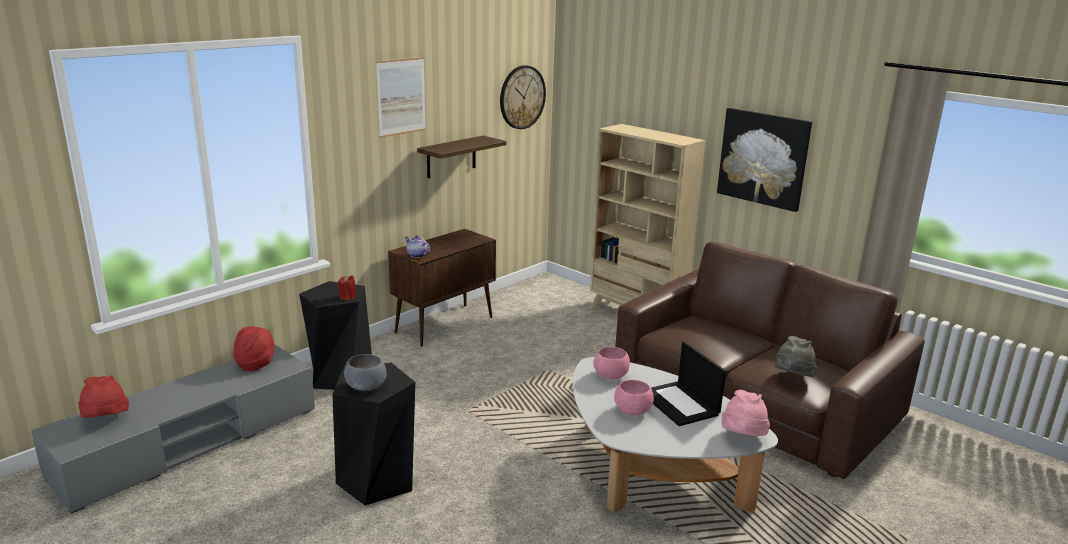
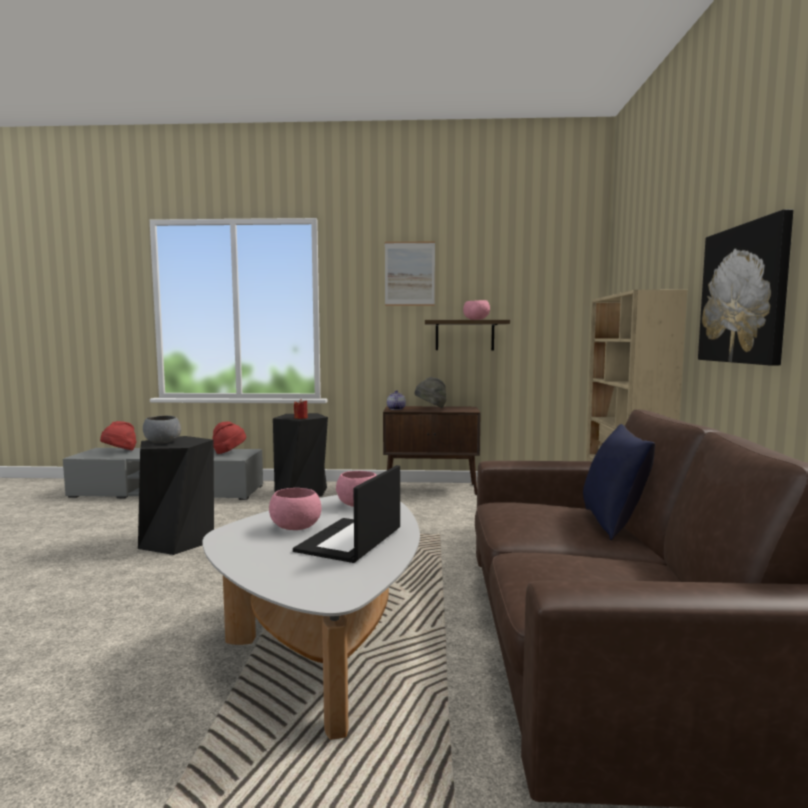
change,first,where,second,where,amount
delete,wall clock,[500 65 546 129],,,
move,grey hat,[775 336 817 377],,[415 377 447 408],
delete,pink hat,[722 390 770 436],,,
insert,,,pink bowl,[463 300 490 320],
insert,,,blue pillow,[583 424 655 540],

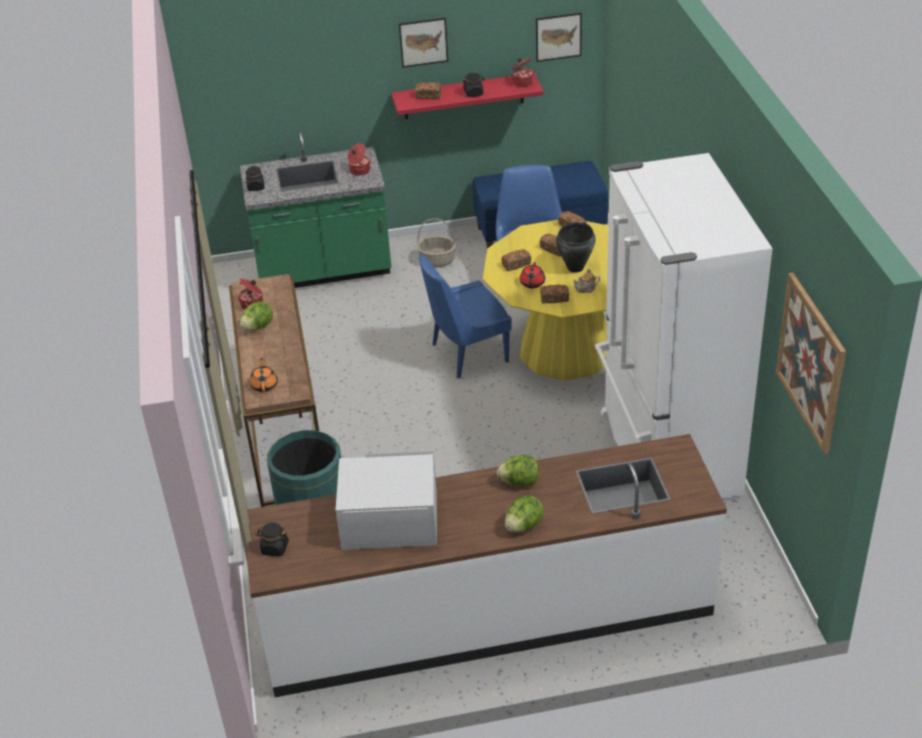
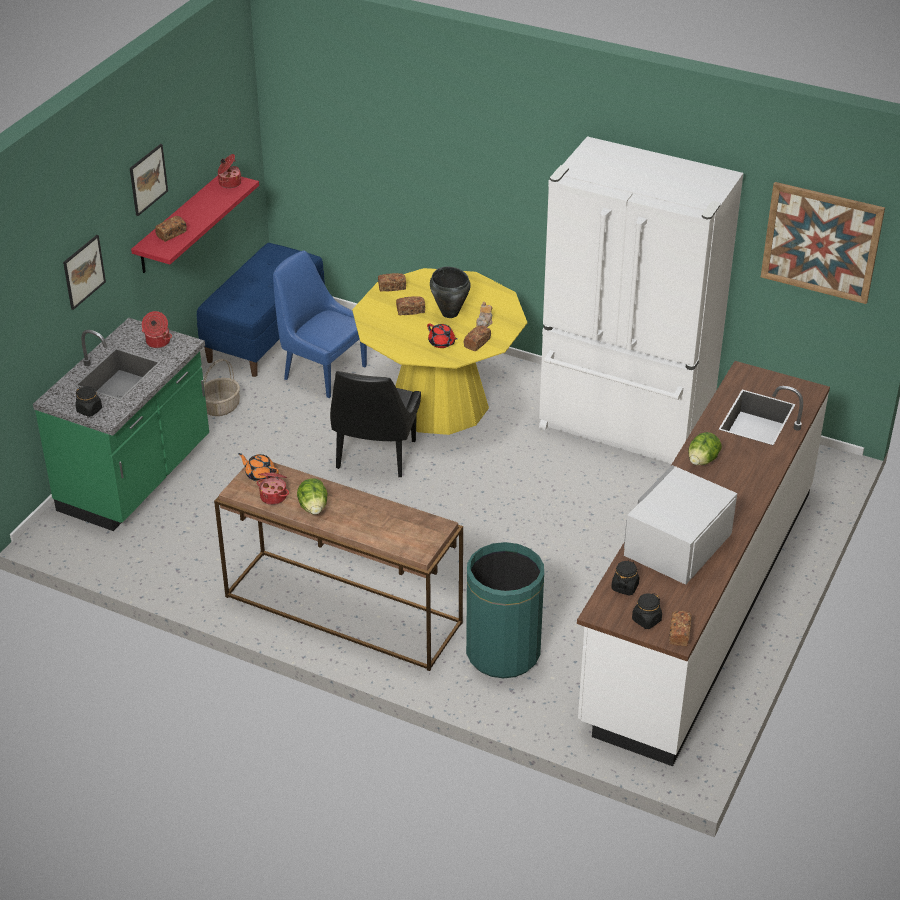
change,first,where,second,where,amount
move,picture,[536 12 582 62],,[63 235 106 310],
move,black jar,[463 73 485 97],,[611 560 639 596],
move,bread,[501 249 531 271],,[669 611 692 647],
recolor,blue chair,[419 254 512 379],black chair,[330 371 421 477],
move,orange teapot,[250 358 278 392],,[238 453 279 482],
delete,lettuce,[505 495 544 532],,,

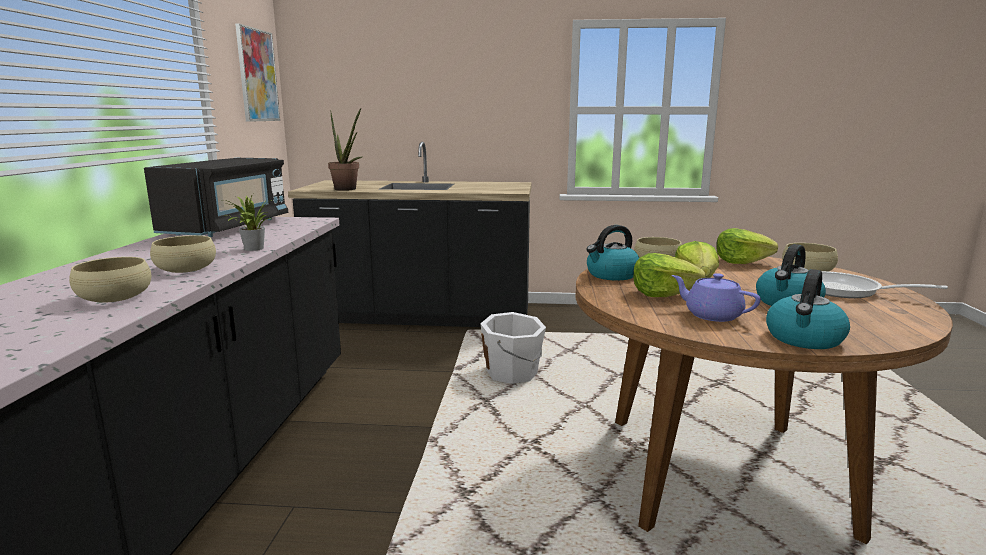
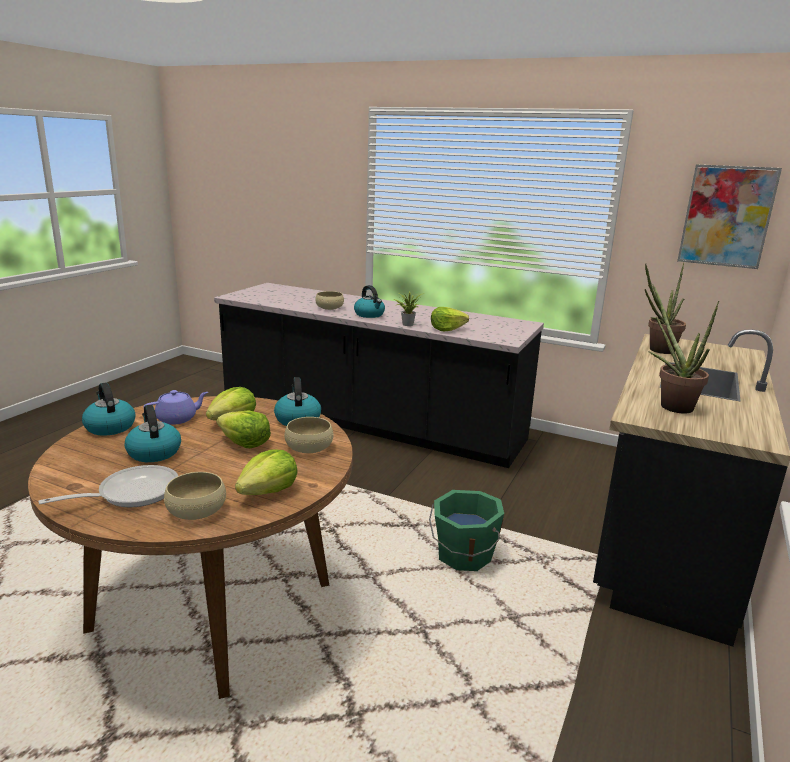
change,first,where,second,where,amount
delete,black microwave,[144 158 288 237],,,
replace,beige bowl,[150 235 216 273],kettle,[354 285 385 318],
recolor,white bucket,[480 312 546 384],green bucket,[429 490 504 571],
insert,,,potted plant,[649 284 719 414],
insert,,,lettuce,[431 307 469 332],

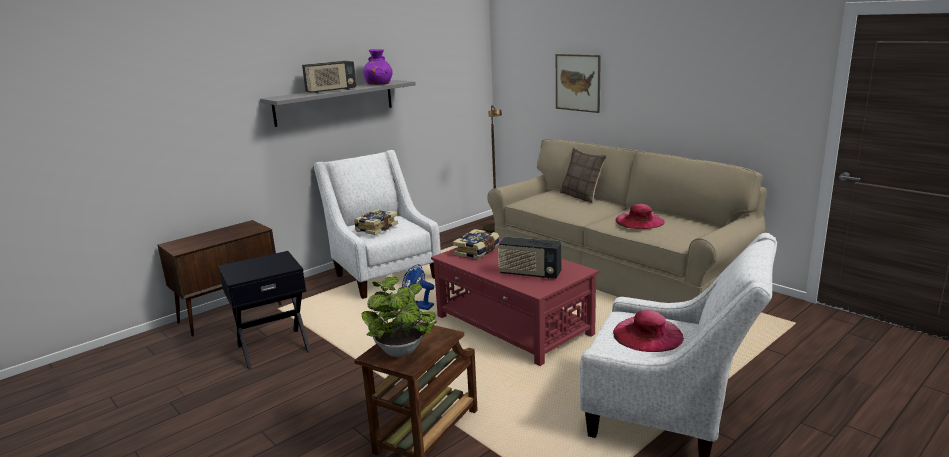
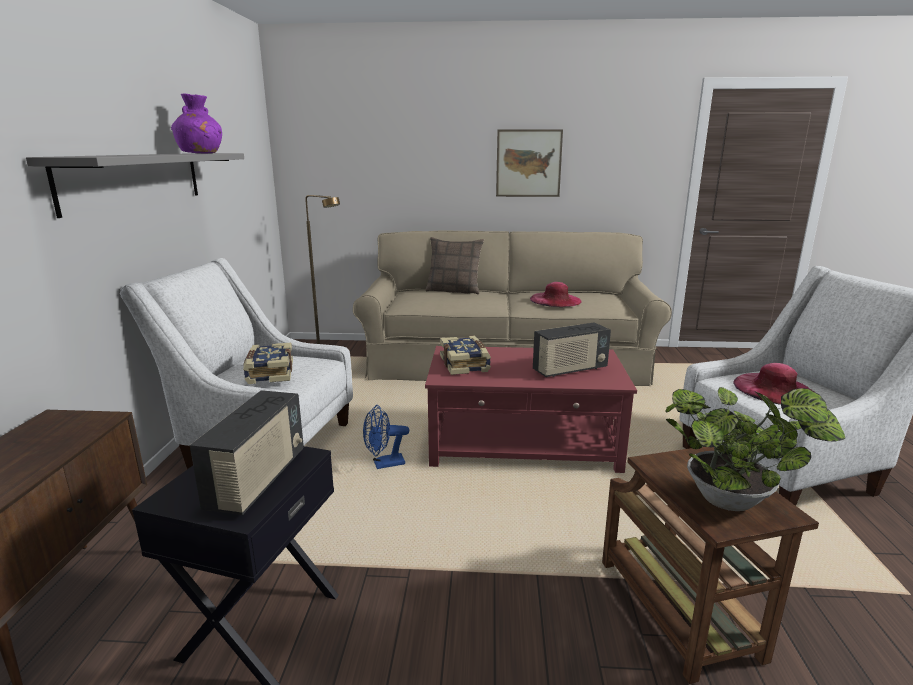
change,first,where,second,where,amount
move,picture,[556 54 601 113],,[496 129 563 197],
move,radio,[302 61 356 93],,[190 390 304 515],

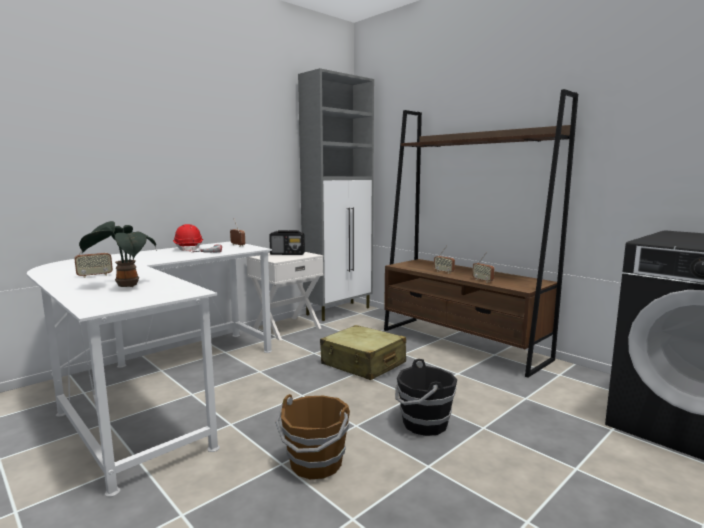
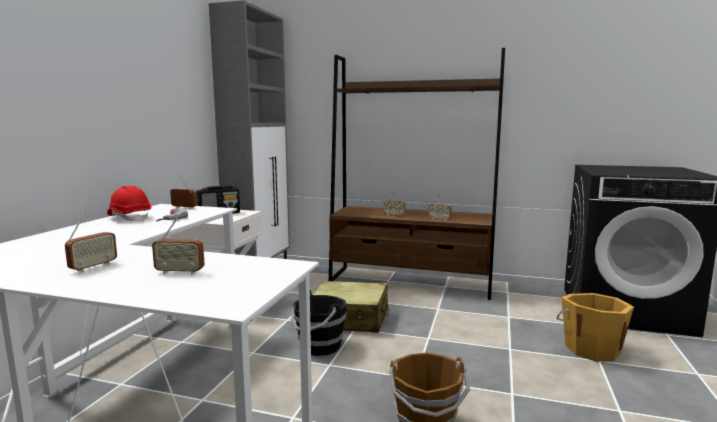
change,first,where,second,where,amount
replace,potted plant,[79 221 157 287],radio,[152 214 205 275],
move,black bucket,[395 359 457 436],,[291 290 347 356],
insert,,,orange bucket,[557 293 634 362],

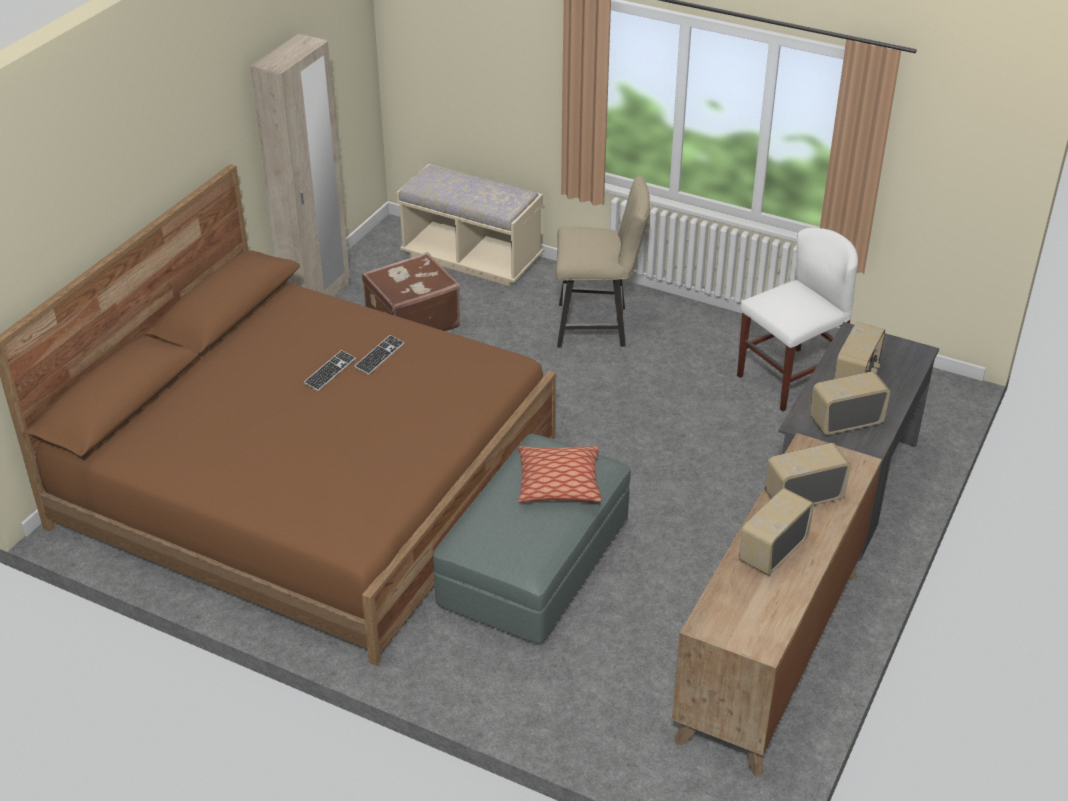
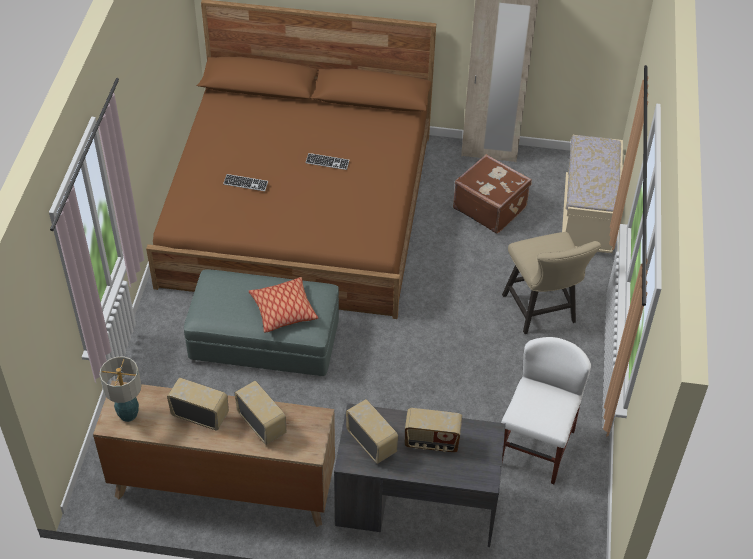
change,first,where,second,where,amount
rotate,white chair,[737 228 858 412],,[501 337 591 484],105 degrees counterclockwise
move,keyboard,[354 335 404 375],,[223 174 268 191],
insert,,,table lamp,[99 356 141 422],

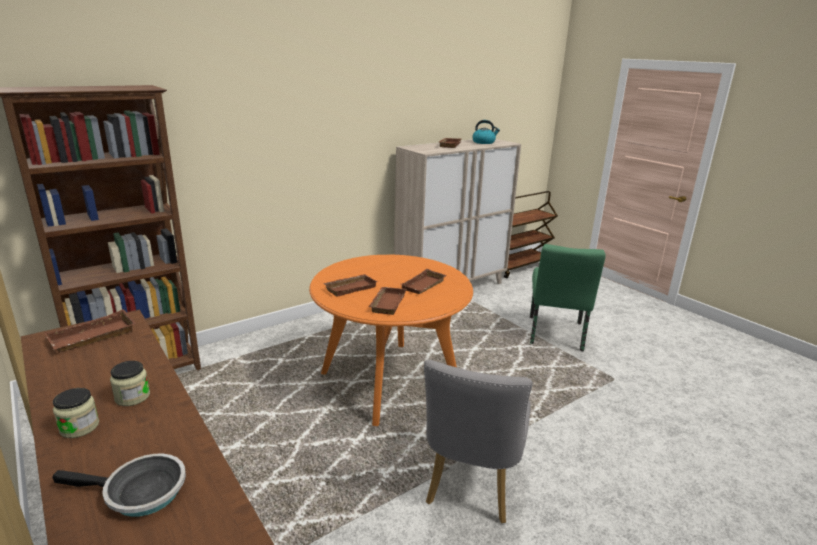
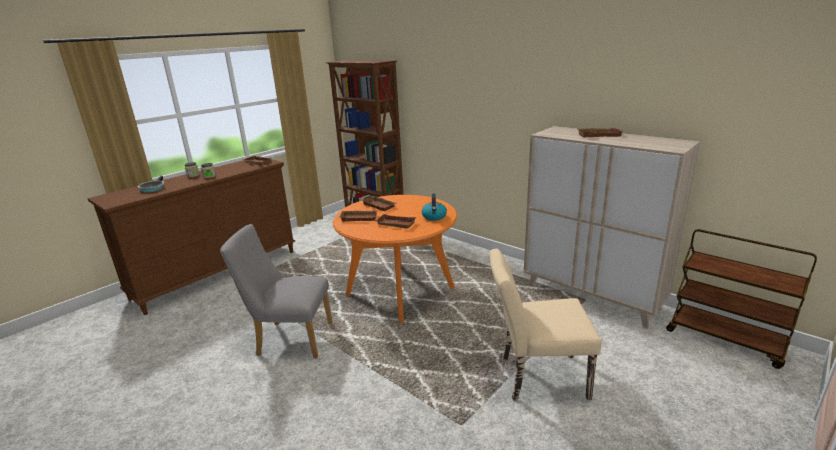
change,first,where,second,where,amount
move,kettle,[472 120 500 144],,[421 193 447 221],
recolor,green chair,[530 244 605 351],beige chair,[490 249 601 400],

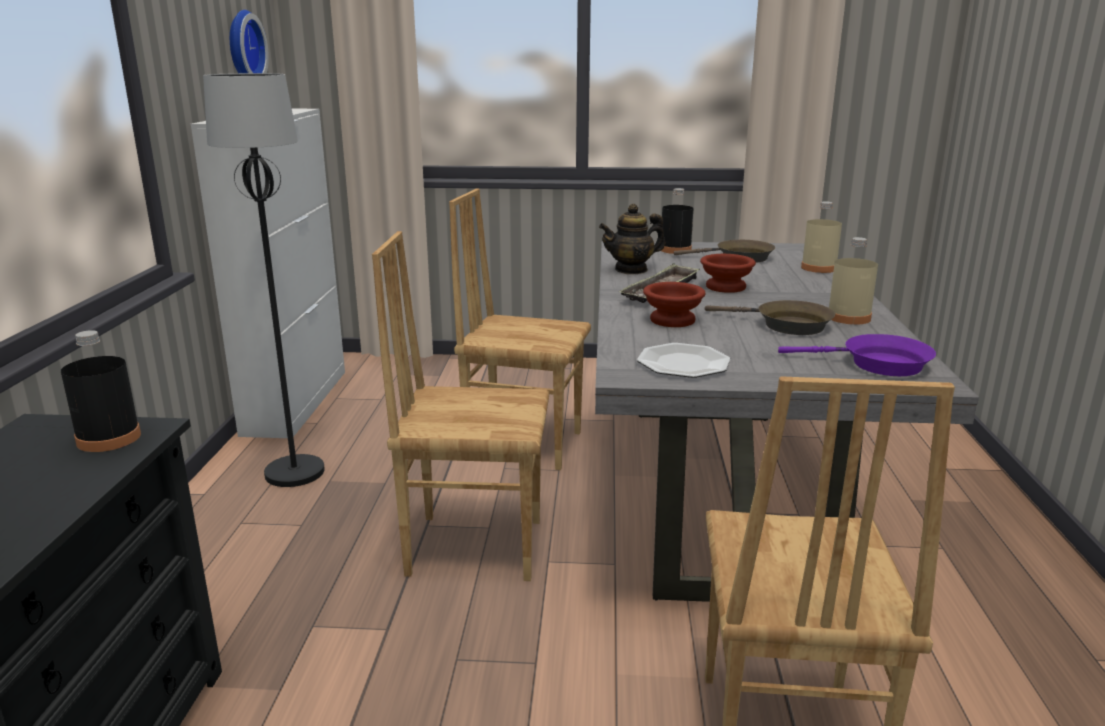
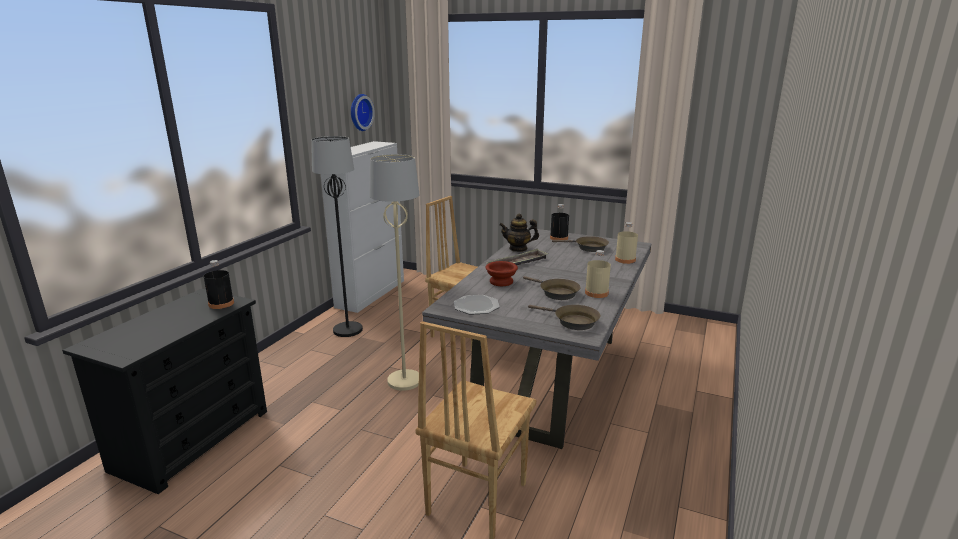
change,first,where,second,where,amount
replace,brown chair,[372 231 549 581],beige floor lamp,[369 154 419 391],
delete,brown bowl,[700 254 756 293],,,
recolor,purple frying pan,[778 334 936 376],brown frying pan,[528 305 600 330],

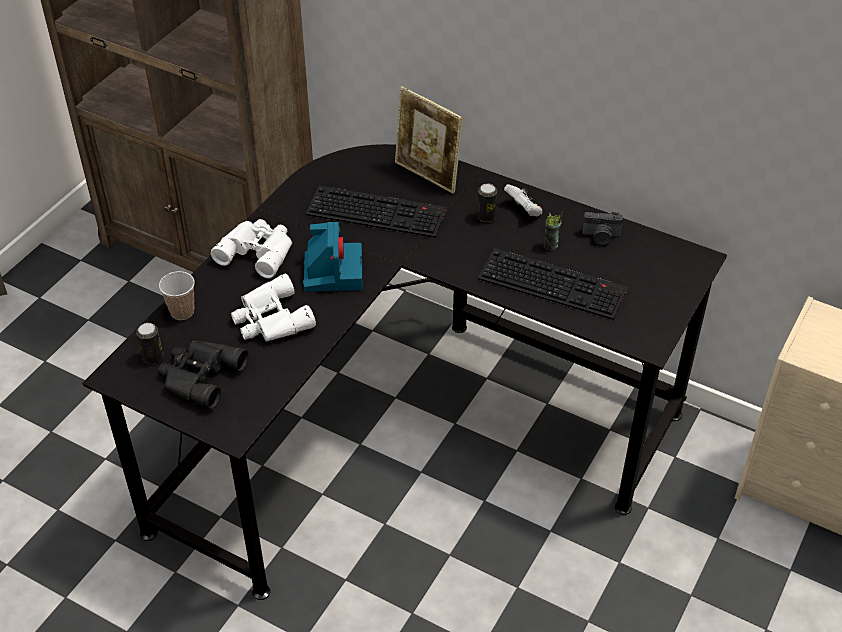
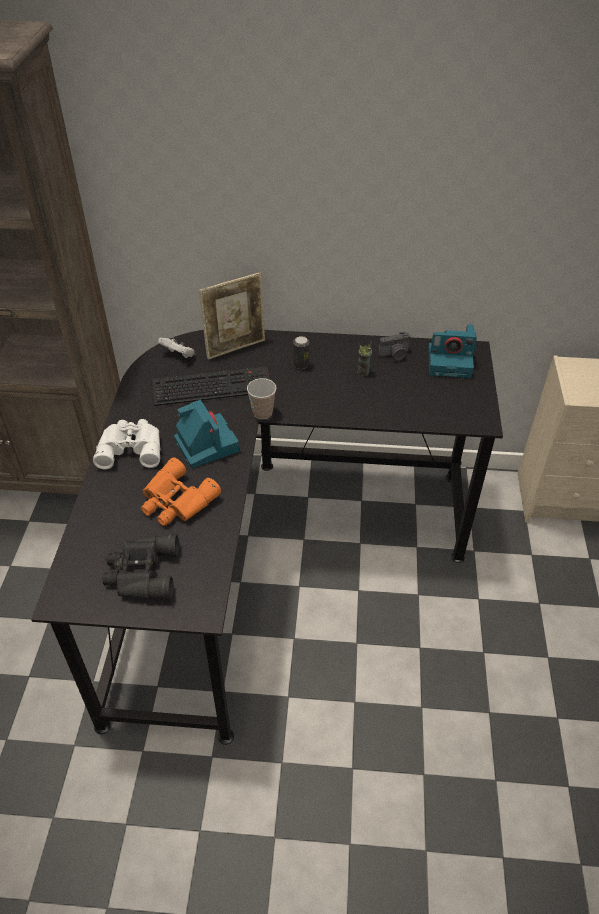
change,first,where,second,where,amount
rotate,picture frame,[395 86 463 194],,[199 272 265 360],45 degrees counterclockwise
move,white game controller,[504 184 543 216],,[158 338 195 358],
delete,keyboard,[478 248 628 320],,,
move,cup,[159 271 195 320],,[247 378 276 419],
recolor,white binoculars,[231 273 316 341],orange binoculars,[141 457 221 526],
delete,can,[136 323 164 364],,,
insert,,,photo camera,[429 324 477 378],

